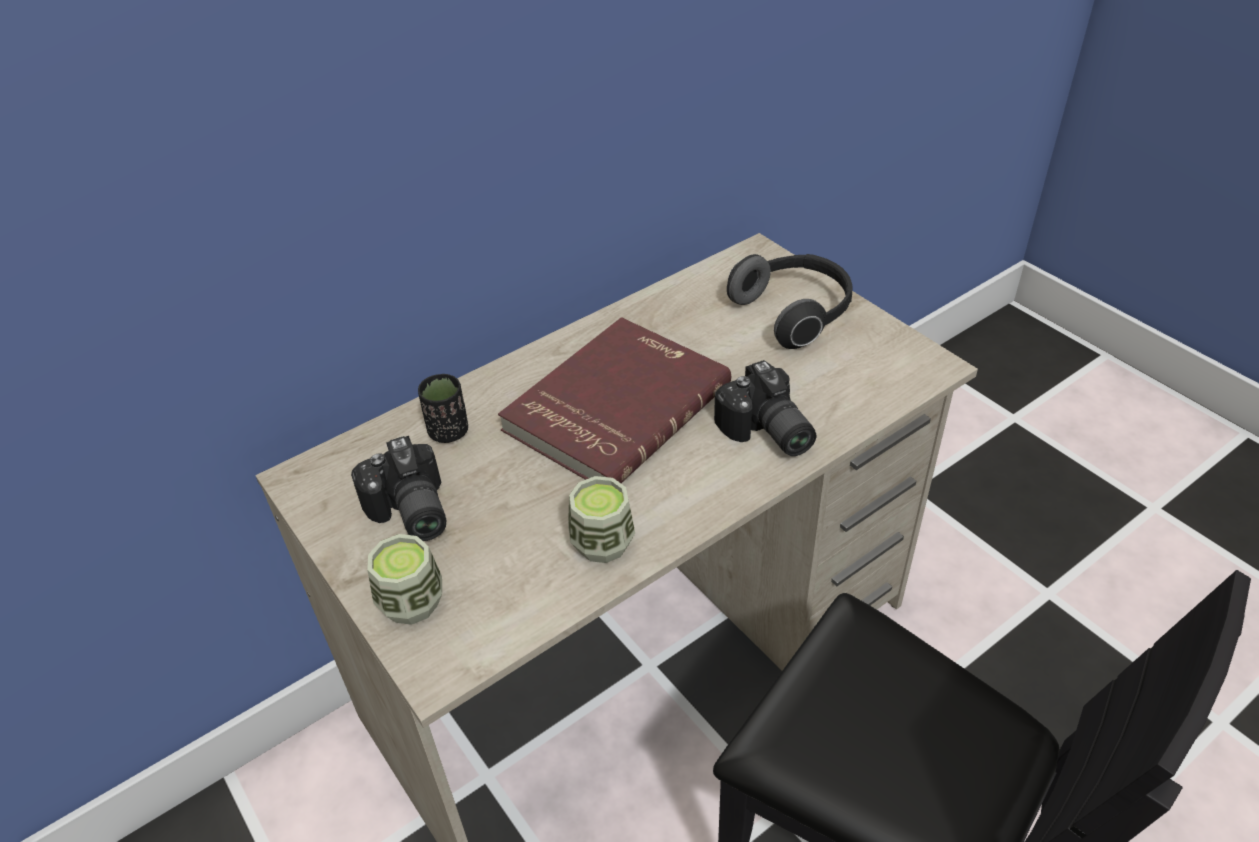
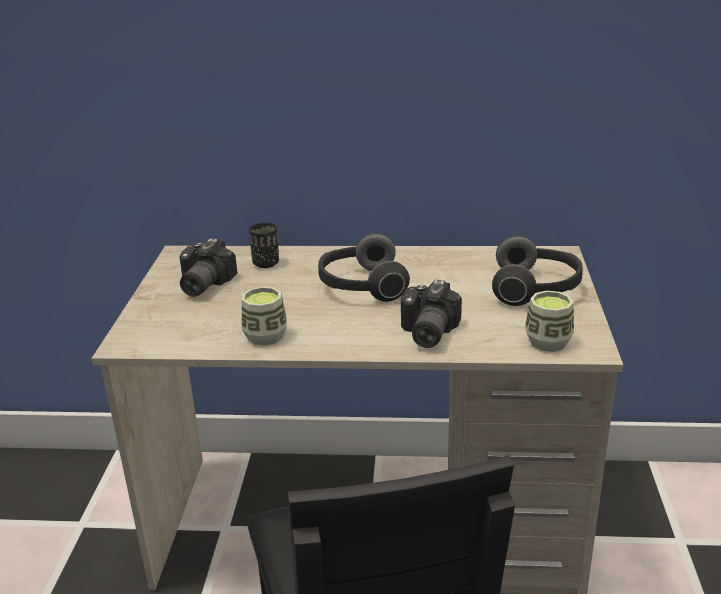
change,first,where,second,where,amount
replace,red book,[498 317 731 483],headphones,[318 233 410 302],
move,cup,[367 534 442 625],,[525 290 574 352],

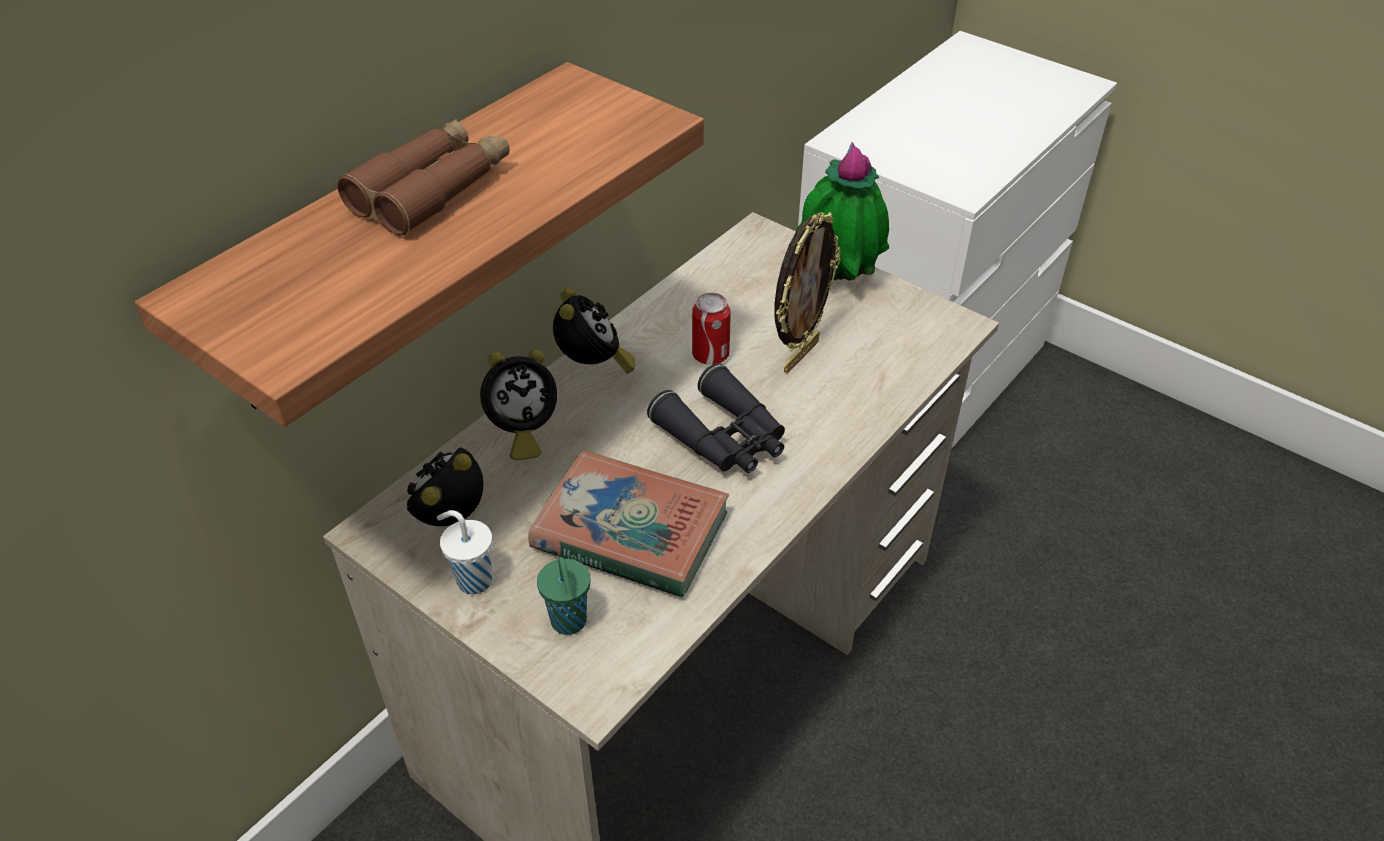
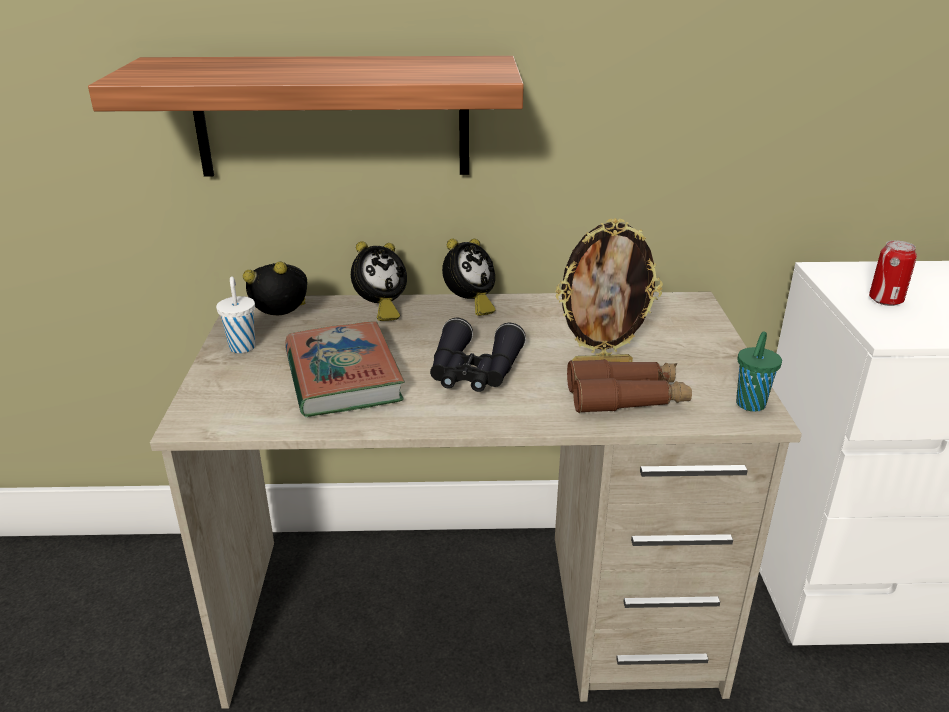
change,first,where,second,where,amount
move,brown binoculars,[337 119 510 236],,[567 359 692 413],
delete,potted plant,[796 142 889 281],,,
move,can,[692 293 731 365],,[869 240 917 306],
rotate,alarm clock,[480 349 557 460],,[351 241 407 321],60 degrees counterclockwise
move,green cup,[537 557 590 635],,[736 332 782 412],

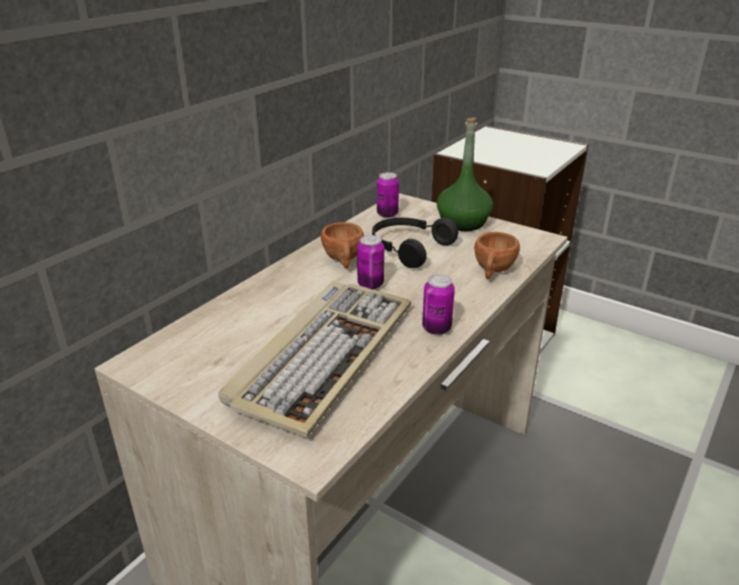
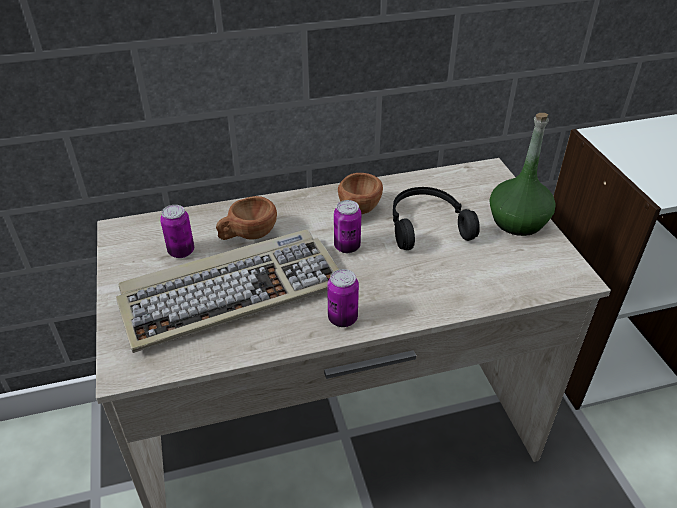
change,first,where,second,where,amount
move,can,[377 172 399 218],,[160 205 194 258],
move,brown cup,[474 232 520 279],,[216 196 277 240],

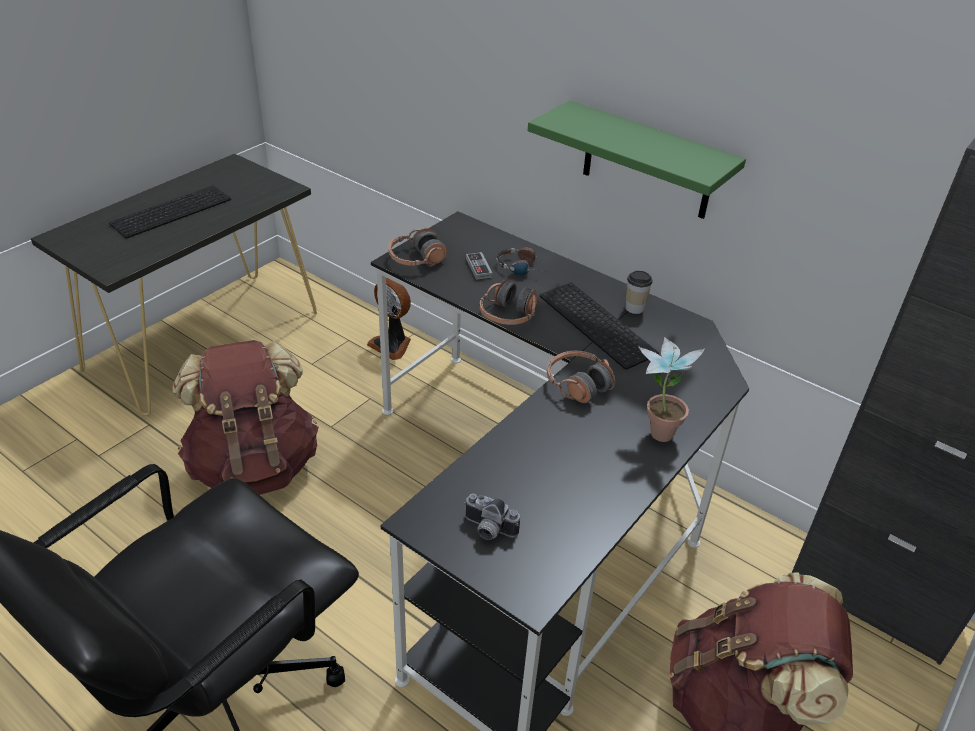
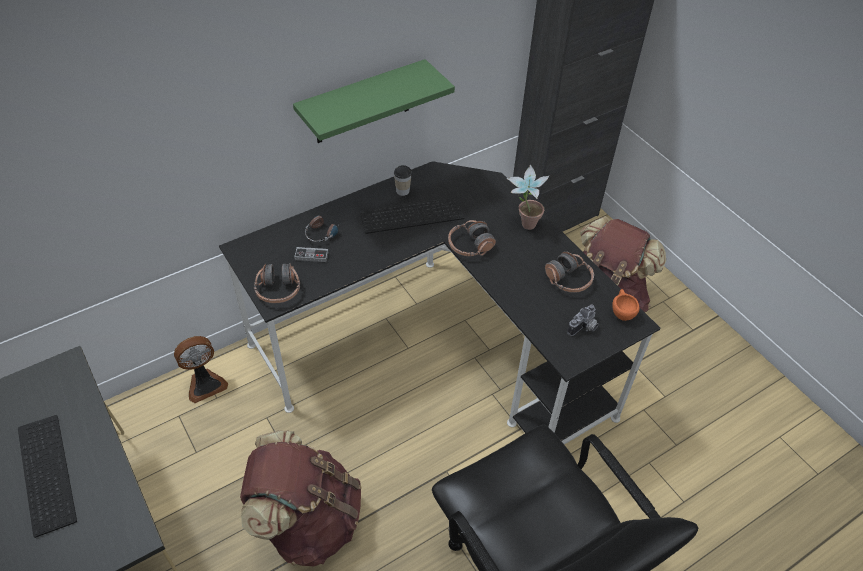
change,first,where,second,where,amount
move,headphones,[480 280 538 325],,[545 251 594 293],
insert,,,orange cup,[612 289 640 321],

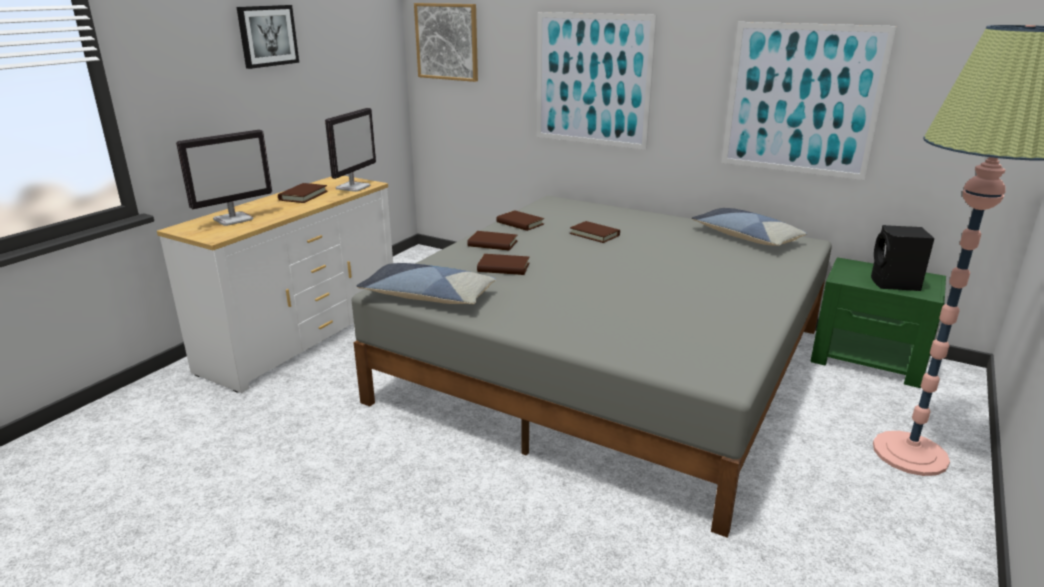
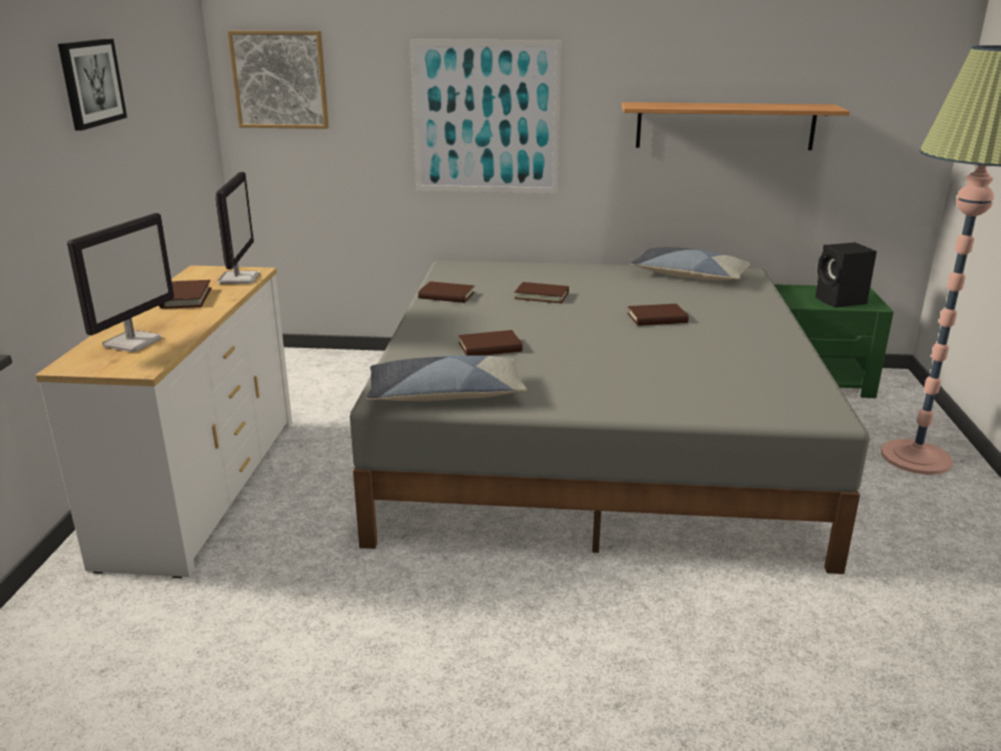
change,first,where,second,where,amount
replace,picture,[721 22 897 180],shelf,[622 102 850 150],
move,brown book,[467 231 518 251],,[627 304 689 326],

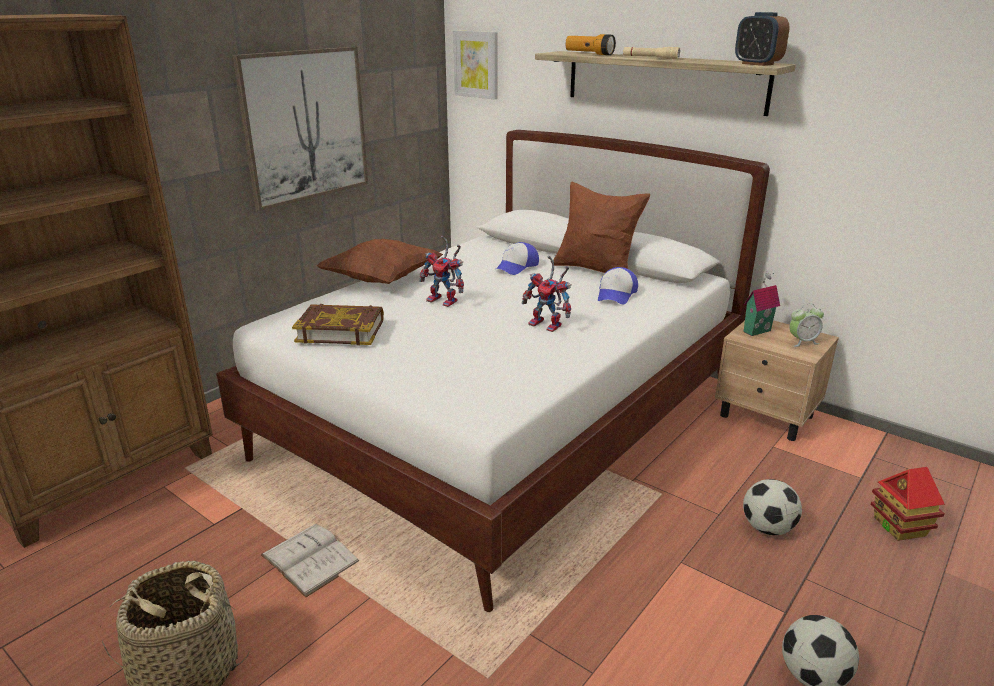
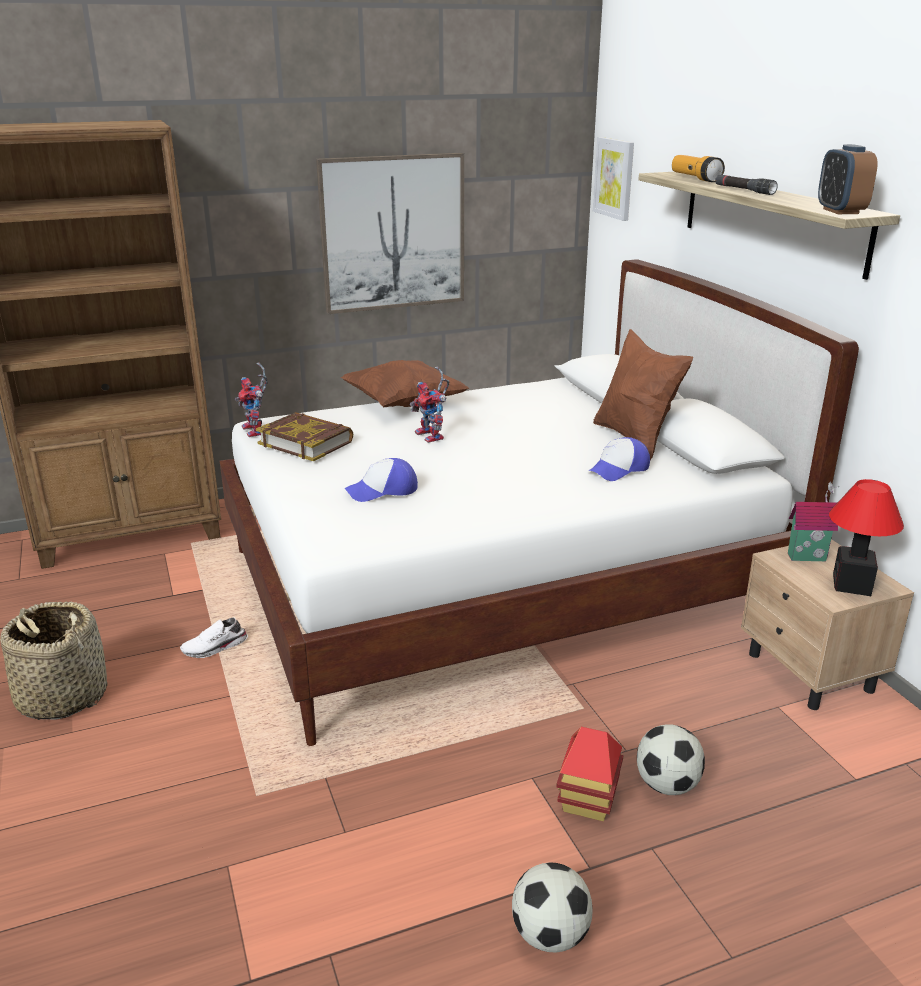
change,first,where,second,where,amount
recolor,beige flashlight,[623 47 680 59],black flashlight,[715 174 778 195],
move,cap,[496 242 539 275],,[345 458 418 502],
move,toy robot,[522 256 572 332],,[235 362 268 437],
replace,alarm clock,[789 303 824 347],table lamp,[829 479 904 596],
move,toy house,[870 467 945 541],,[556 727 623 821],
replace,white book,[261 524 359 597],white shoe,[180 617 248 658],

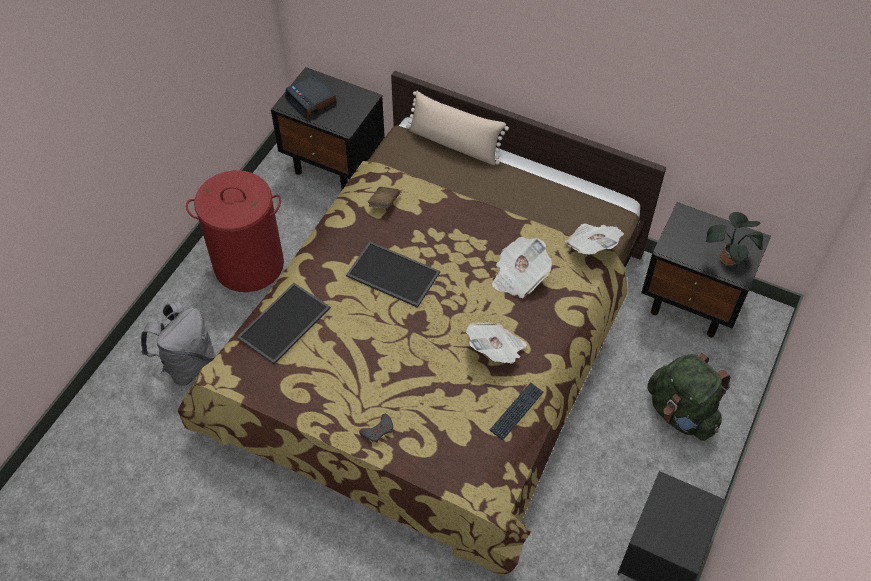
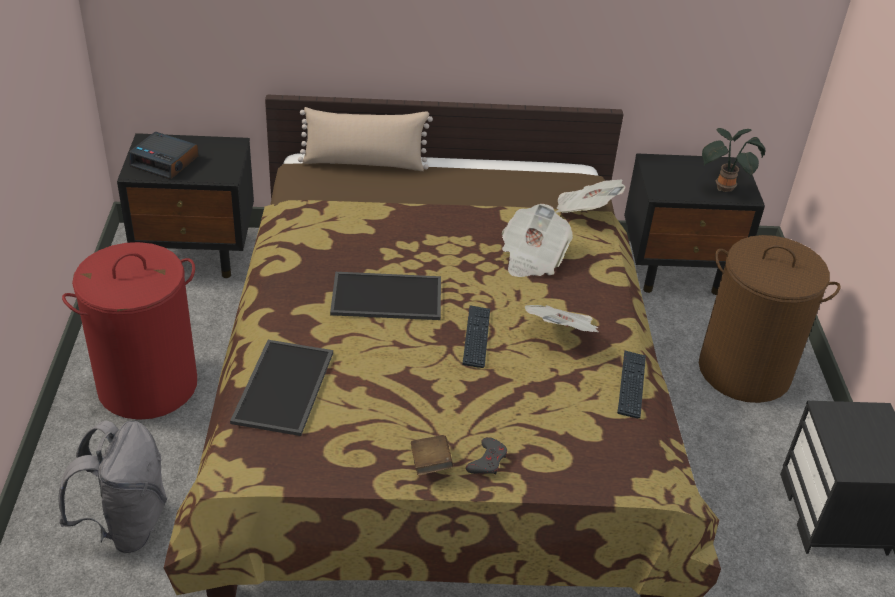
change,first,where,second,where,amount
move,brown book,[368 187 400 209],,[411 435 453 475],
replace,green backpack,[647 353 730 441],brown laundry basket,[699 235 841 403],
insert,,,keyboard,[462 305 490 368],

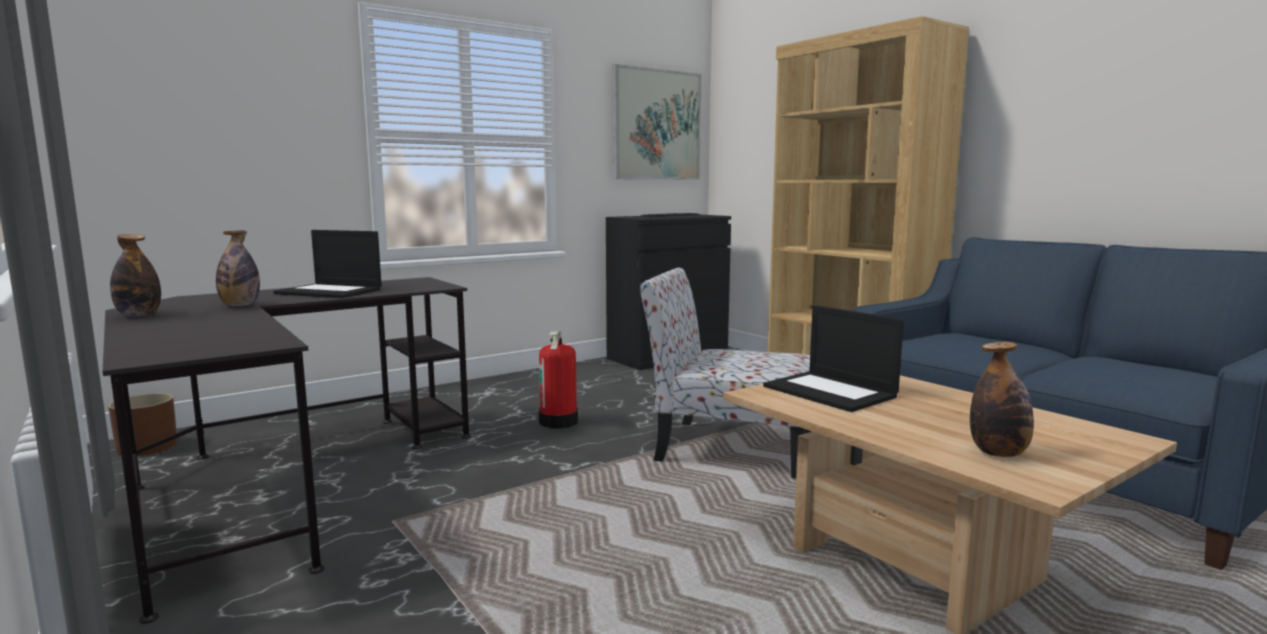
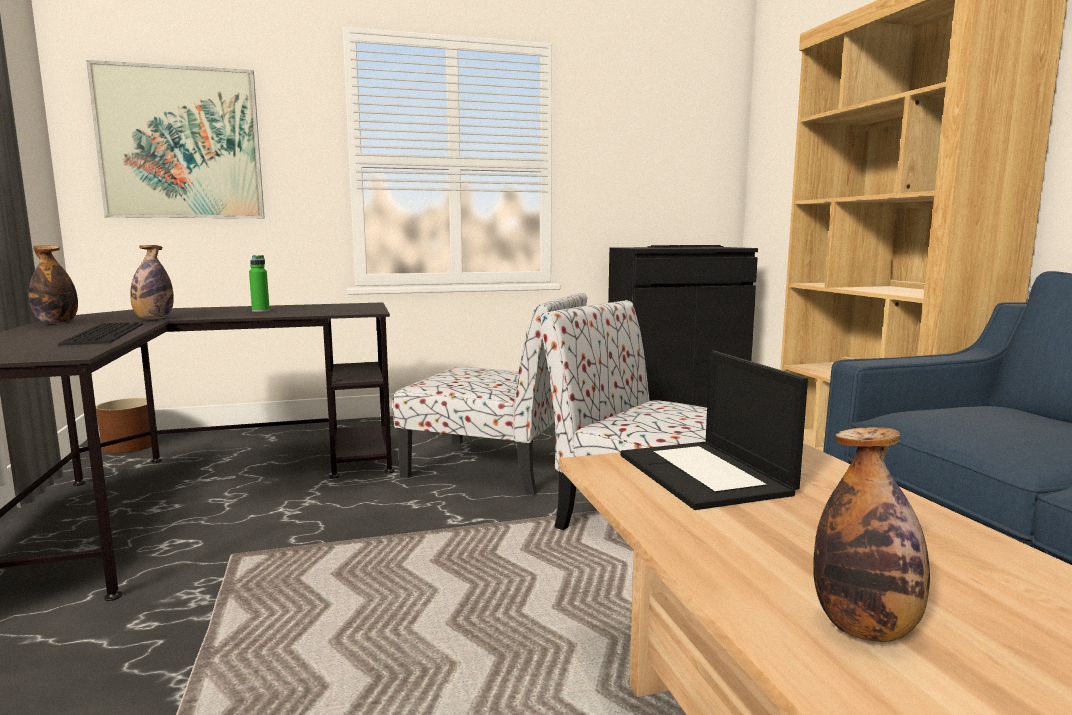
change,first,where,second,where,amount
move,picture,[612 64 702 180],,[86 60 264 218],
replace,laptop,[273 230 382 298],green bottle,[249 255 270 312],
replace,fire extinguisher,[539 331 578 429],chair,[393 293 587 495],
insert,,,keyboard,[58 322 143 346],

